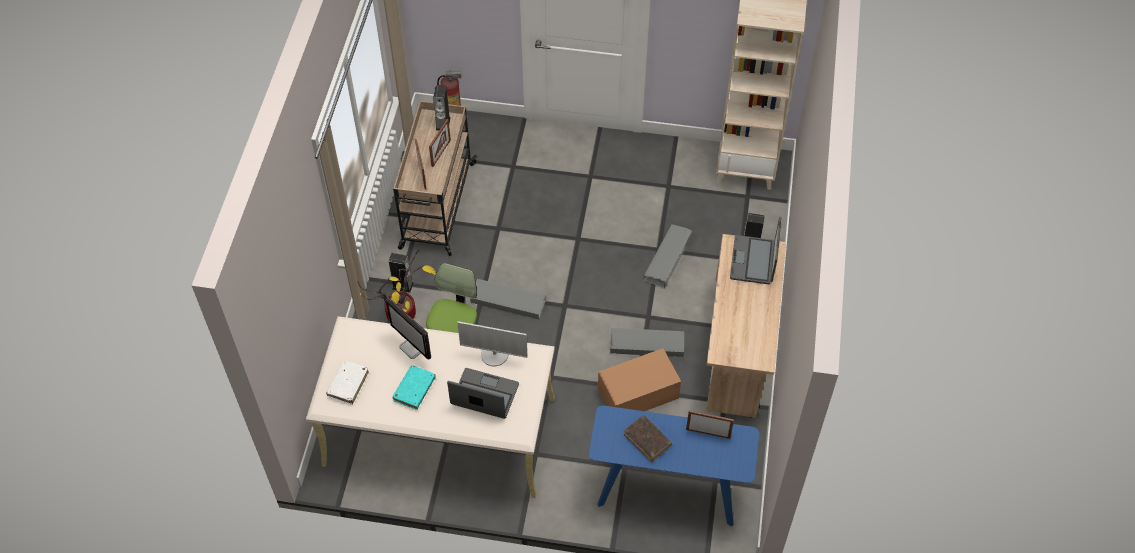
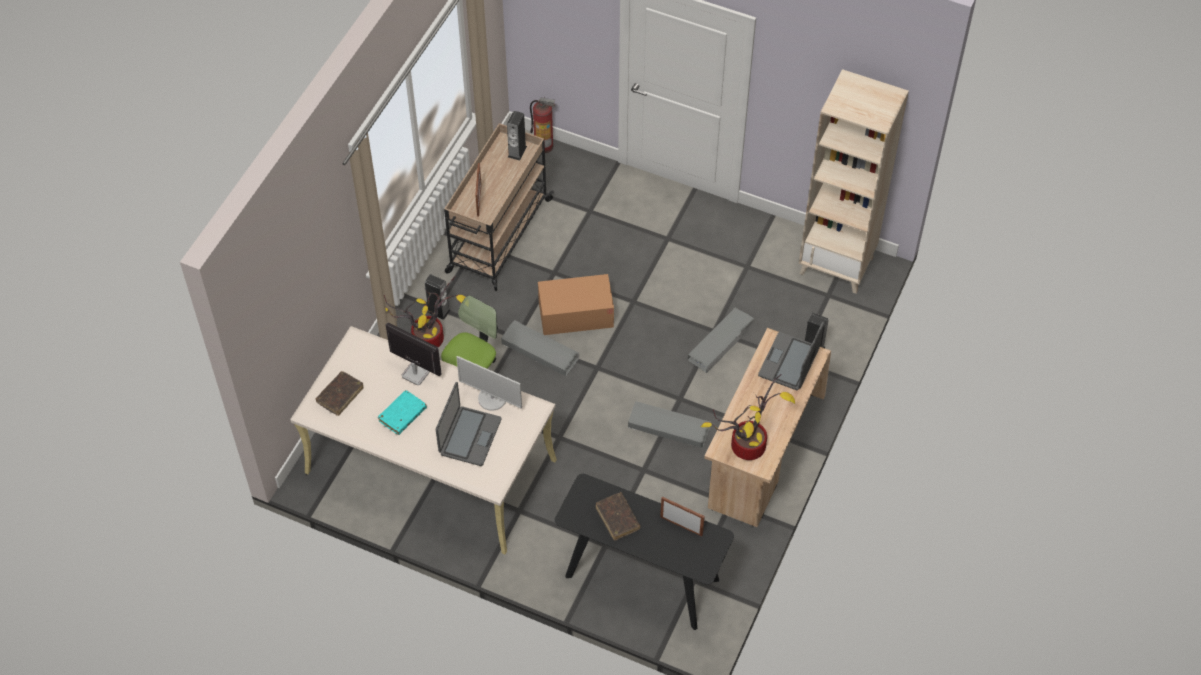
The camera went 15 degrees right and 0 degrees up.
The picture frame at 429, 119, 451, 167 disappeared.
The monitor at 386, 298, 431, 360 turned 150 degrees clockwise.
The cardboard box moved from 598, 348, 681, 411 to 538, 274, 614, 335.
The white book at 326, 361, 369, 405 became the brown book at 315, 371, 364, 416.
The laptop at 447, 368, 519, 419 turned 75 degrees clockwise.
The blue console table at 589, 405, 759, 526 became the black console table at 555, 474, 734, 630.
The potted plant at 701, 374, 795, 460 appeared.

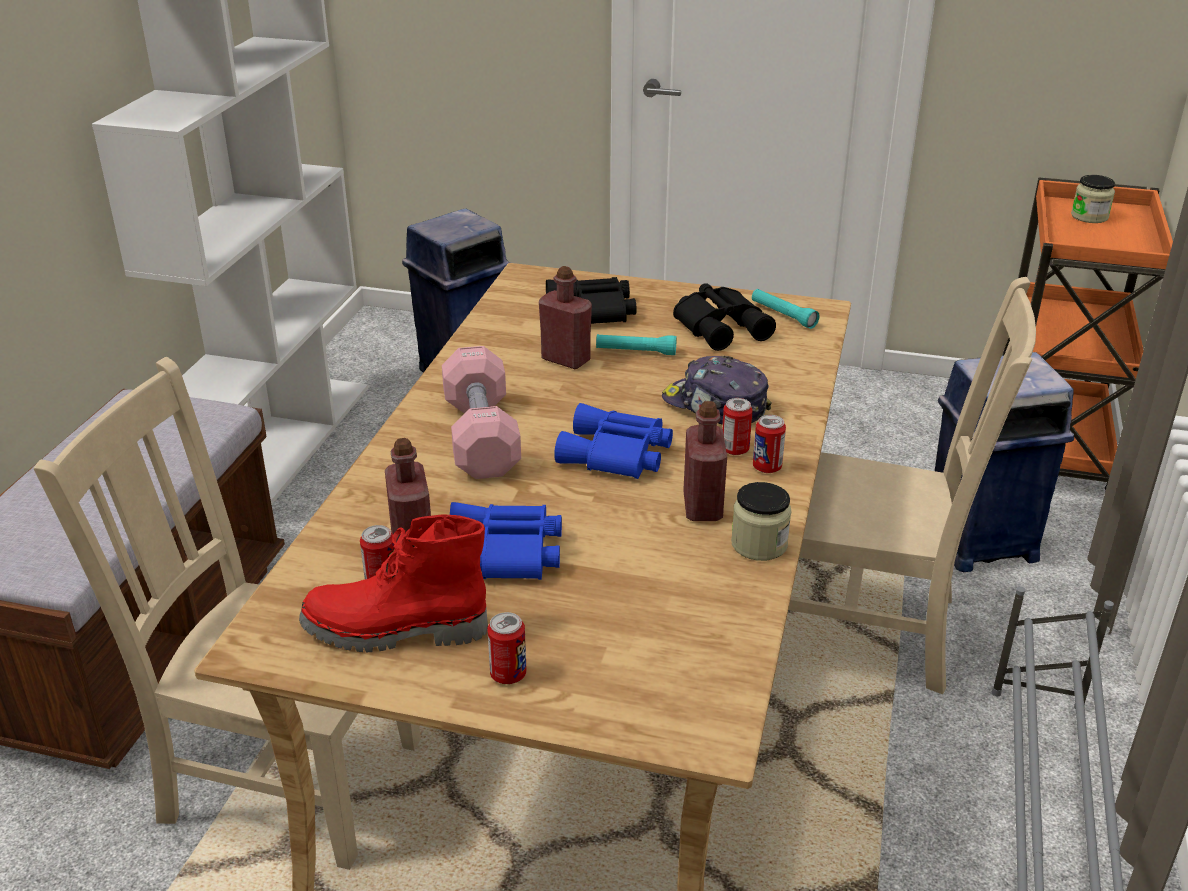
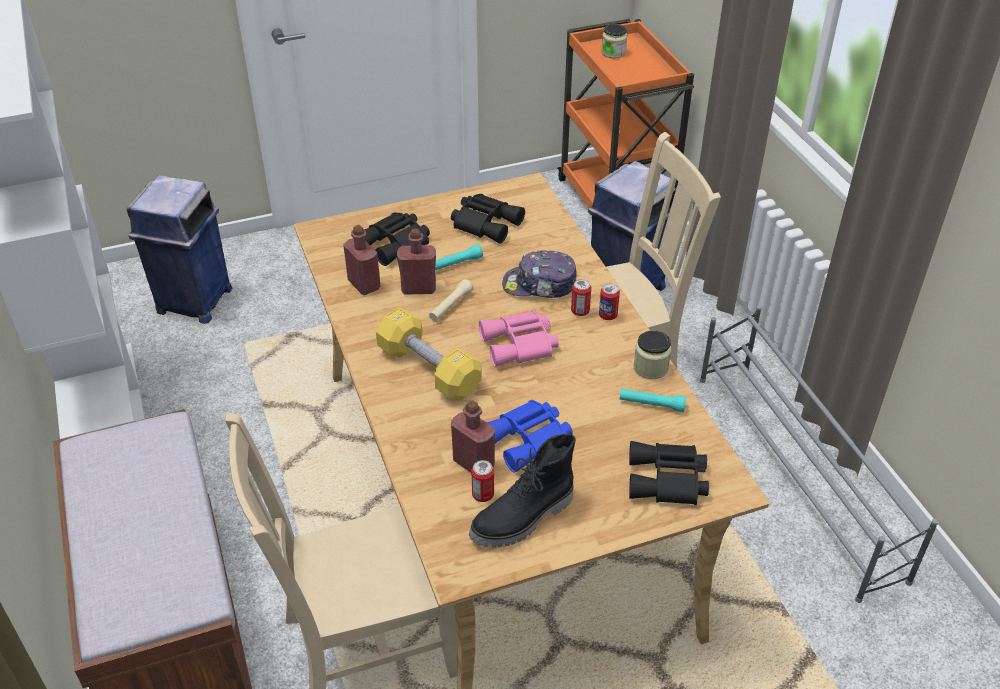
The camera went 35 degrees left and 10 degrees up.
The turquoise flashlight moved from 752, 289, 820, 329 to 620, 389, 686, 412.
The pink dumbbell at 442, 346, 521, 479 became the yellow dumbbell at 376, 308, 482, 400.
The red bottle moved from 683, 401, 727, 521 to 343, 225, 380, 295.
The blue binoculars at 554, 403, 673, 479 became the pink binoculars at 479, 310, 559, 367.
The red boot at 299, 514, 488, 652 became the black boot at 469, 434, 576, 547.
The can at 487, 612, 527, 684 disappeared.
The beige flashlight at 429, 279, 474, 321 appeared.
The black binoculars at 629, 441, 709, 505 appeared.

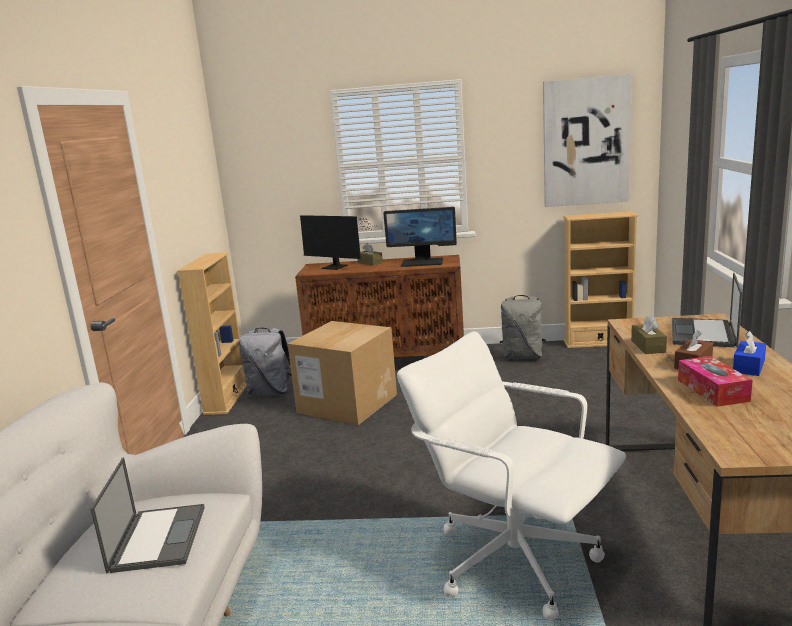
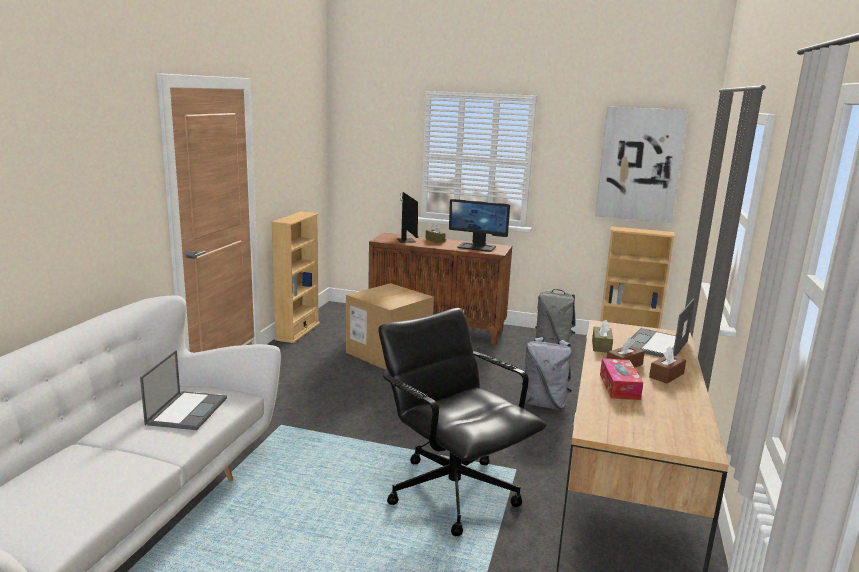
The camera went 10 degrees right and 0 degrees up.
The monitor at 300, 215, 376, 270 turned 150 degrees counterclockwise.
The grey backpack moved from 238, 328, 292, 395 to 522, 337, 572, 410.
The white office chair at 397, 331, 626, 621 became the black office chair at 379, 308, 547, 536.
The blue tissue box at 733, 331, 766, 376 became the brown tissue box at 649, 347, 686, 384.

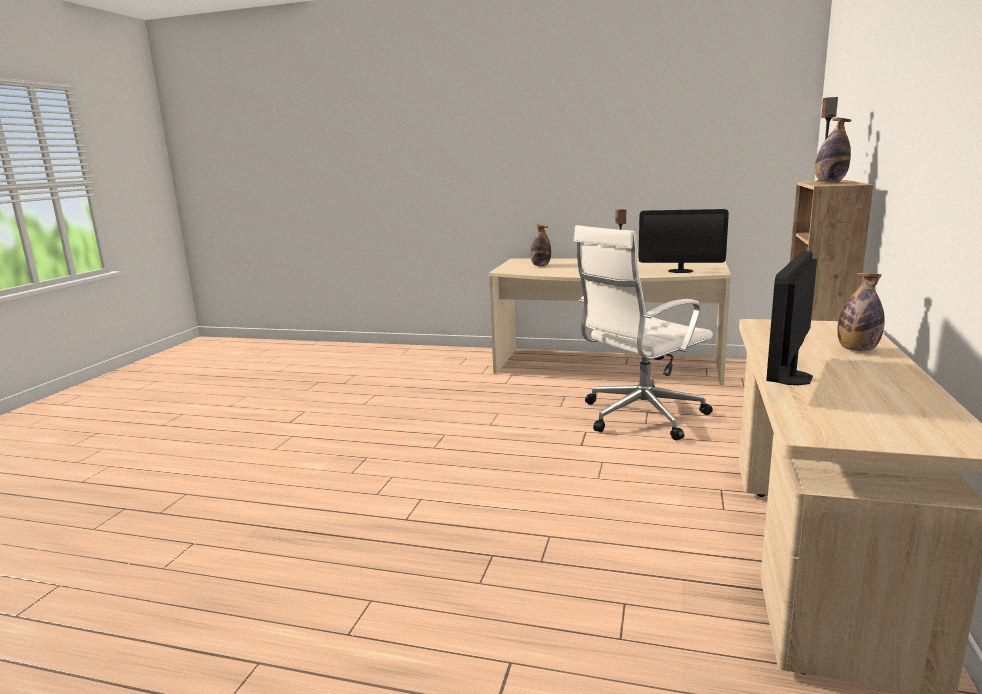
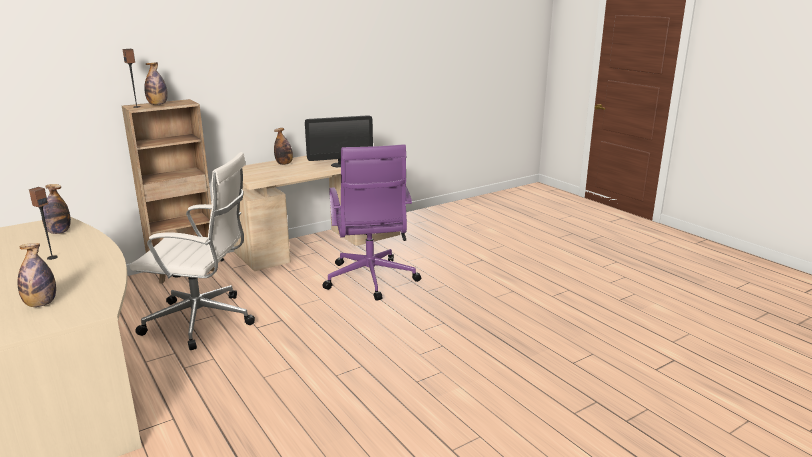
The camera went 140 degrees left and 5 degrees up.
The monitor at 639, 209, 729, 273 was replaced by the bottle at 42, 184, 71, 234.
The purple office chair at 323, 144, 421, 301 appeared.

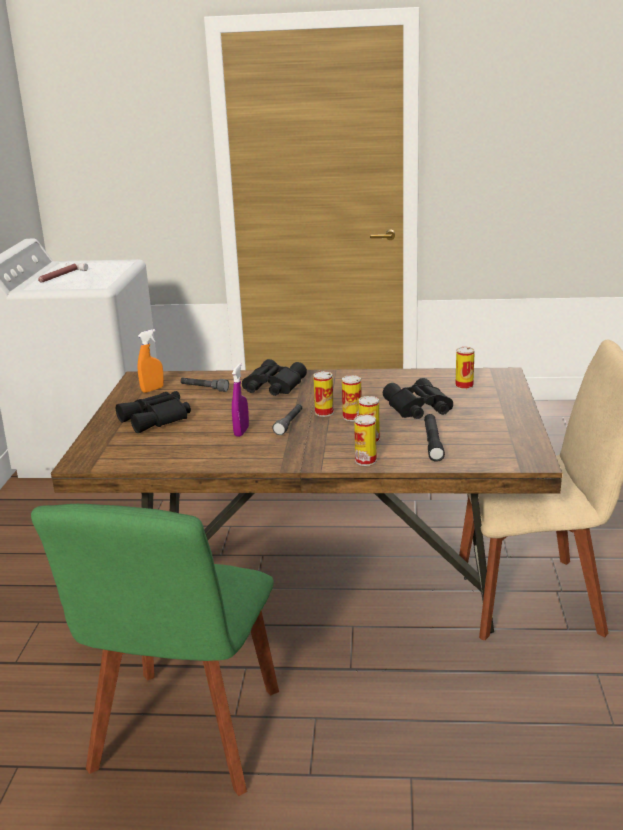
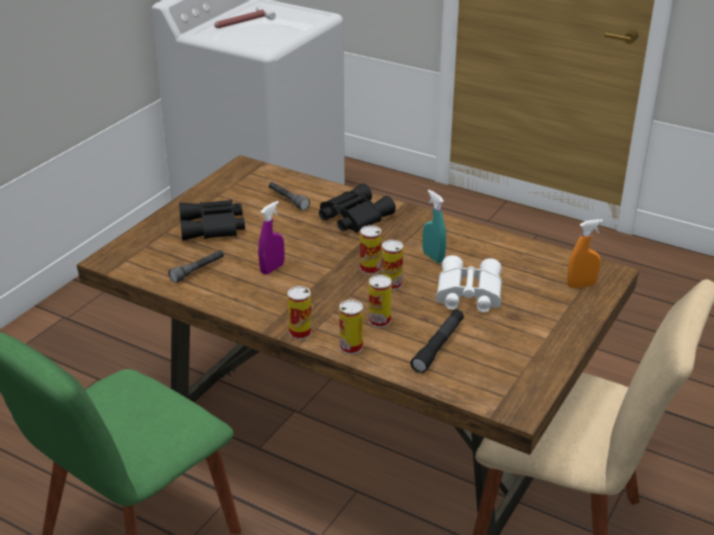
The camera went 25 degrees right and 10 degrees up.
The orange spray bottle moved from 138, 329, 164, 393 to 567, 219, 603, 288.
The can moved from 455, 347, 475, 390 to 287, 286, 312, 340.
The black binoculars at 383, 378, 453, 419 became the white binoculars at 436, 255, 502, 312.
The grey flashlight moved from 272, 404, 302, 435 to 169, 250, 224, 283.
The turquoise spray bottle at 422, 190, 446, 263 appeared.

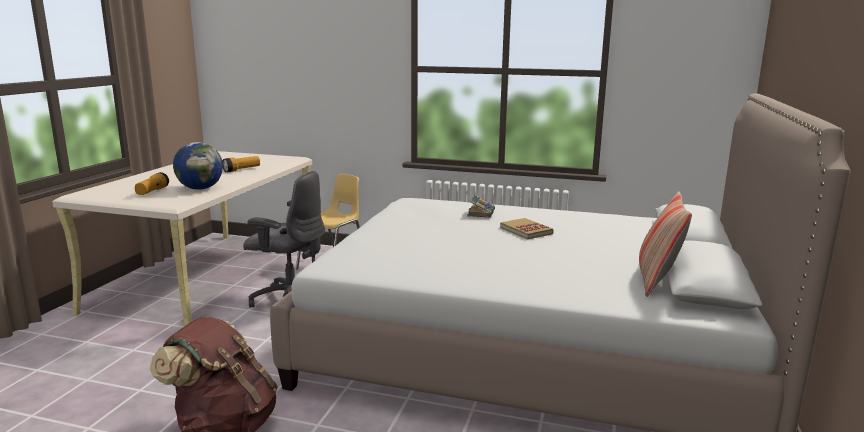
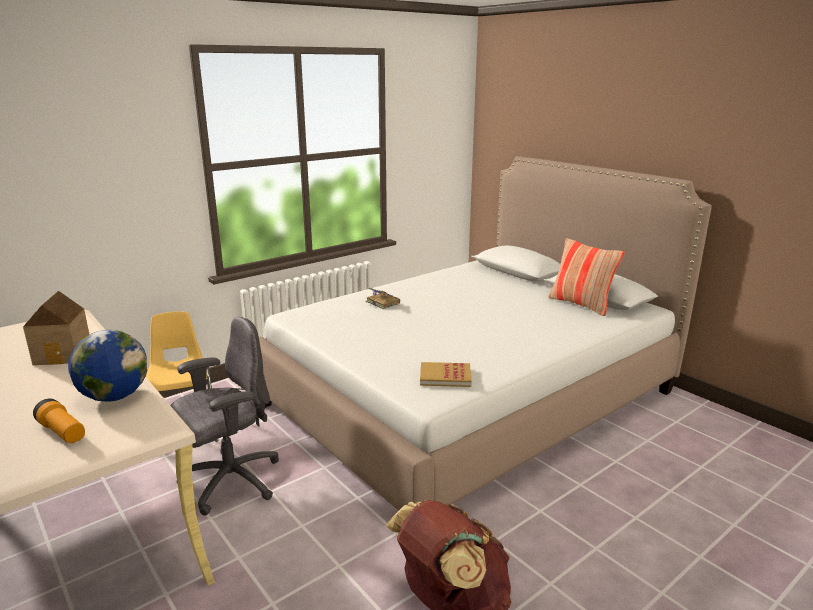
The camera went 55 degrees left and 5 degrees up.
The flashlight at 222, 156, 260, 172 was replaced by the toy house at 23, 291, 90, 365.
The book moved from 500, 218, 554, 239 to 420, 362, 471, 387.

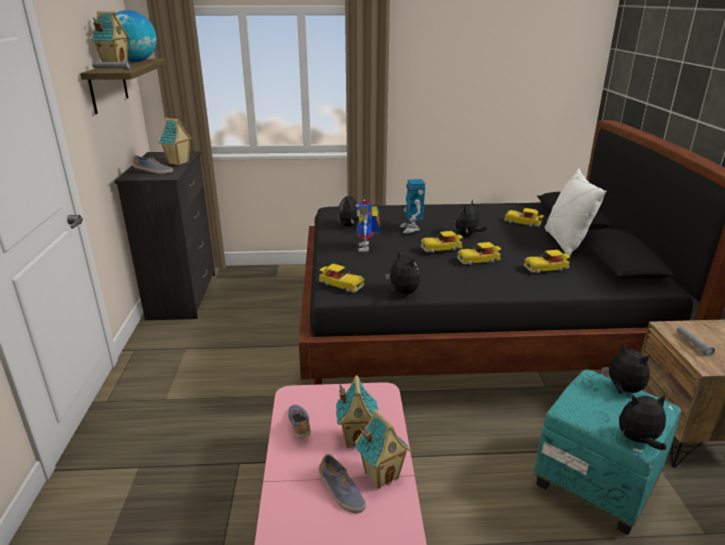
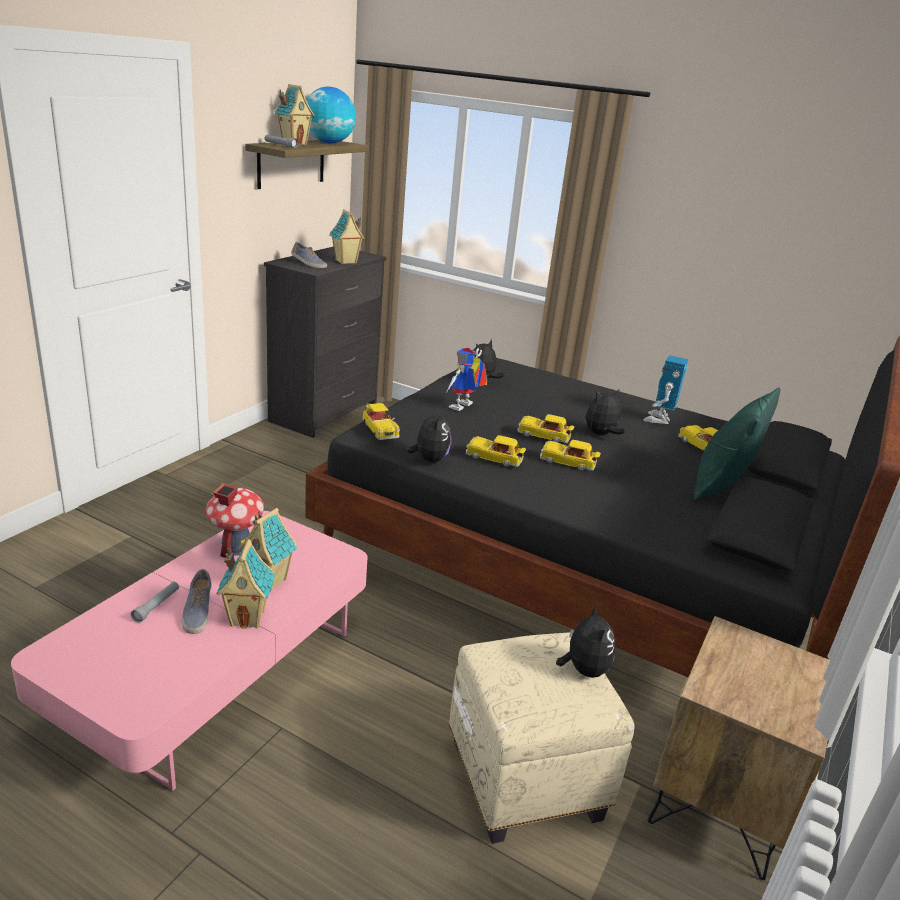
The camera went 30 degrees right and 0 degrees up.
The white pillow at 545, 168, 606, 256 became the green pillow at 694, 388, 781, 501.
The toy robot moved from 400, 179, 425, 233 to 644, 355, 688, 424.
The toy car moved from 524, 250, 570, 273 to 466, 435, 526, 467.
The grey flashlight moved from 677, 326, 715, 357 to 131, 582, 179, 623.
The turquoise ottoman at 534, 369, 681, 535 became the beige ottoman at 449, 632, 635, 844.
The plush toy at 619, 395, 666, 450 disappeared.
The shoe at 288, 405, 311, 439 was replaced by the toy house at 206, 483, 264, 558.

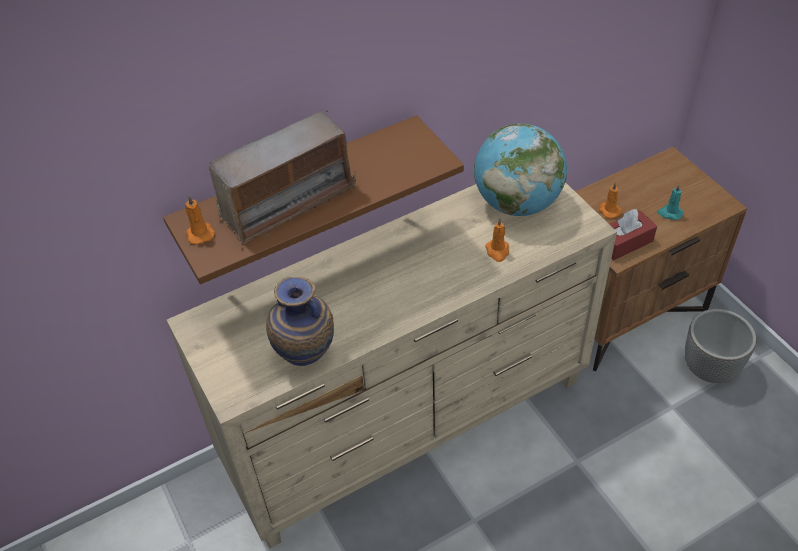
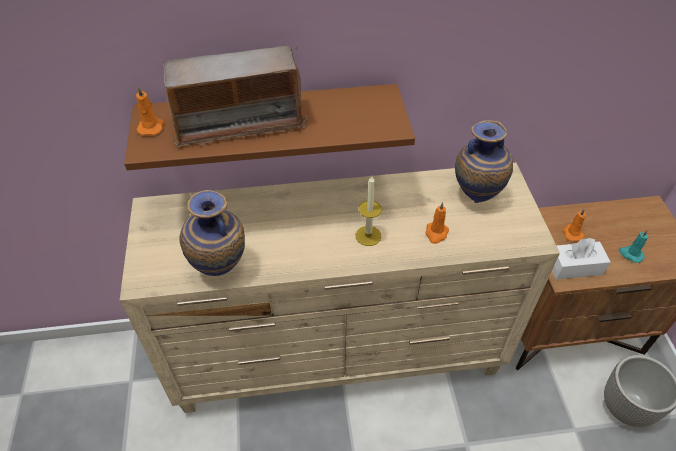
The camera went 20 degrees right and 0 degrees up.
The globe at 474, 124, 567, 216 was replaced by the vase at 455, 120, 513, 203.
The red tissue box at 609, 209, 657, 260 became the white tissue box at 552, 238, 611, 279.
The candle at 356, 176, 382, 246 appeared.

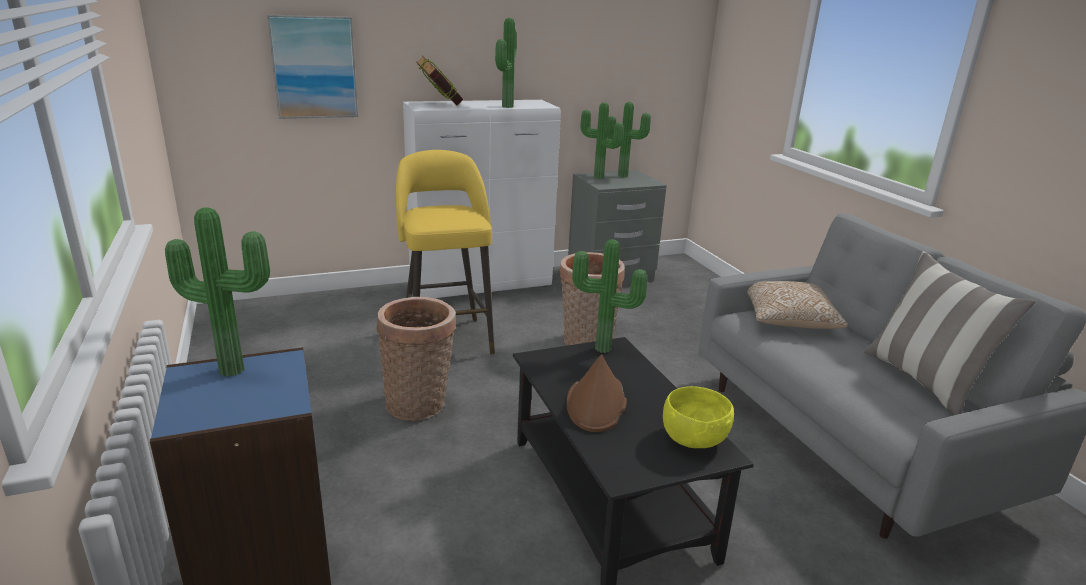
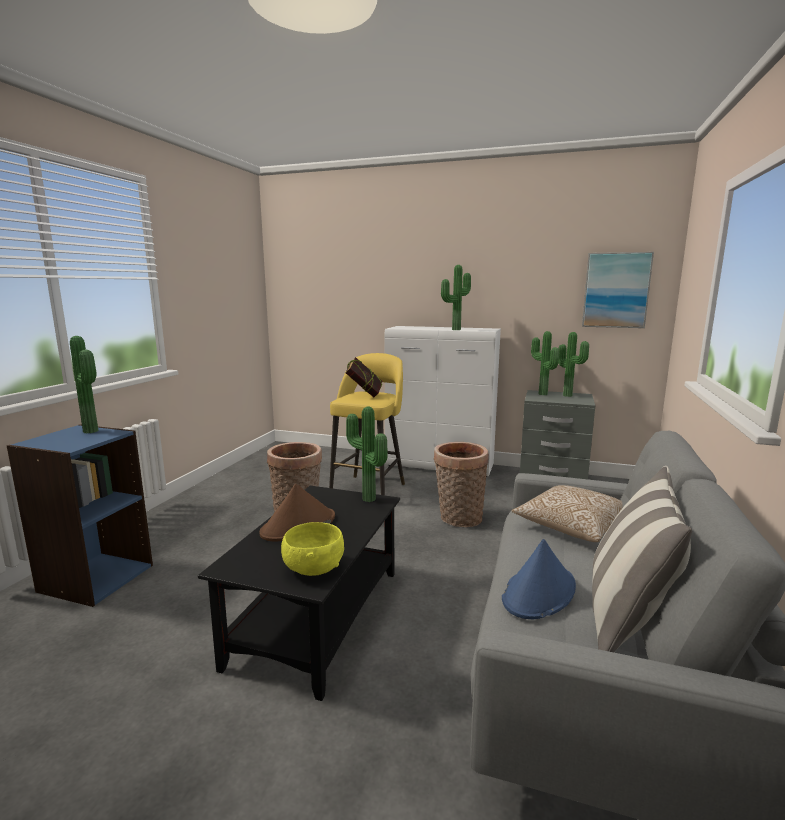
The camera went 40 degrees right and 10 degrees down.
The picture moved from 267, 15, 358, 119 to 582, 252, 654, 328.
The book moved from 416, 56, 463, 105 to 346, 357, 382, 397.
The blue hat at 502, 539, 576, 619 appeared.

